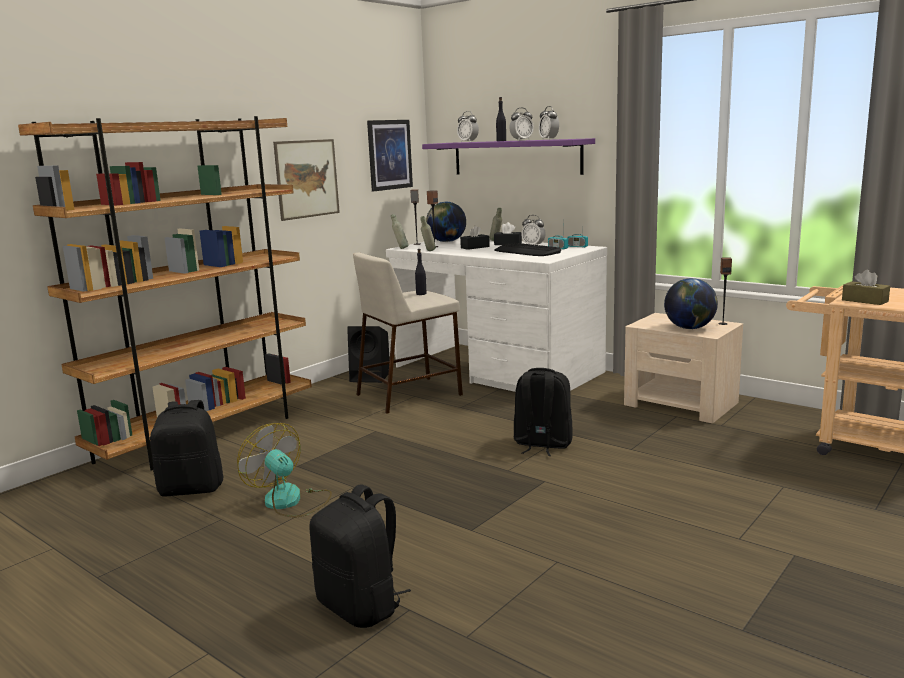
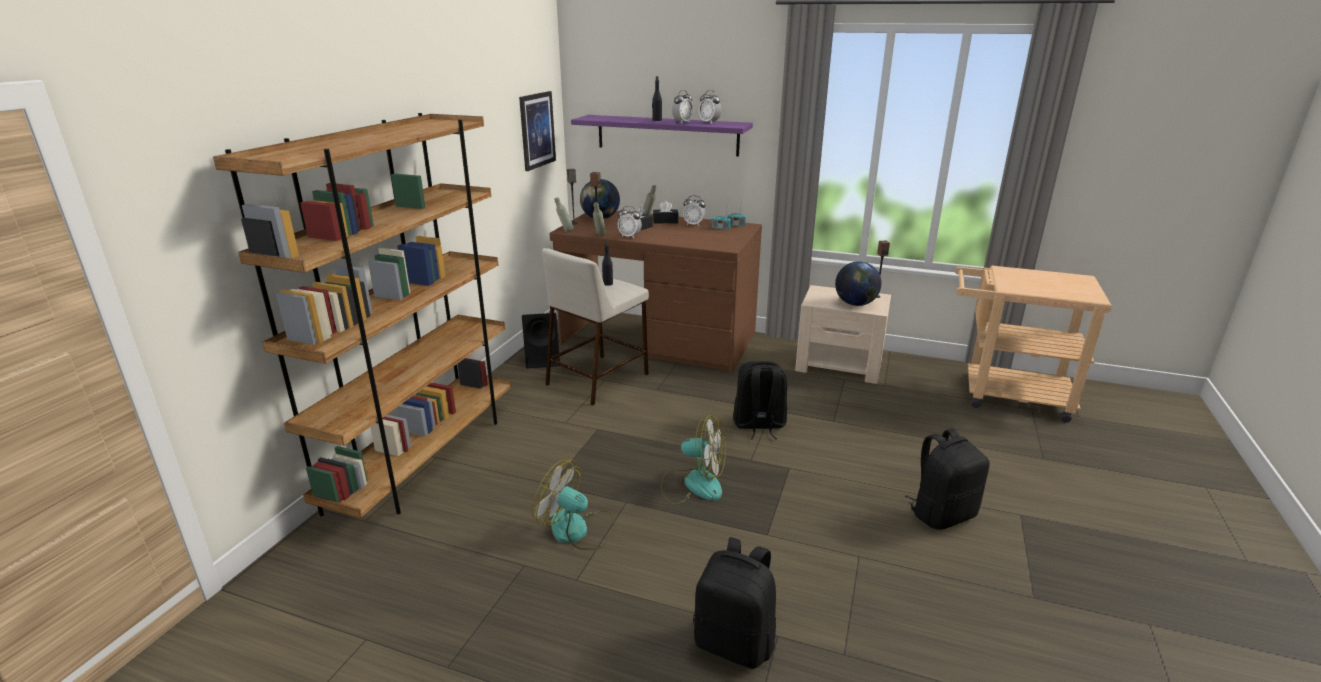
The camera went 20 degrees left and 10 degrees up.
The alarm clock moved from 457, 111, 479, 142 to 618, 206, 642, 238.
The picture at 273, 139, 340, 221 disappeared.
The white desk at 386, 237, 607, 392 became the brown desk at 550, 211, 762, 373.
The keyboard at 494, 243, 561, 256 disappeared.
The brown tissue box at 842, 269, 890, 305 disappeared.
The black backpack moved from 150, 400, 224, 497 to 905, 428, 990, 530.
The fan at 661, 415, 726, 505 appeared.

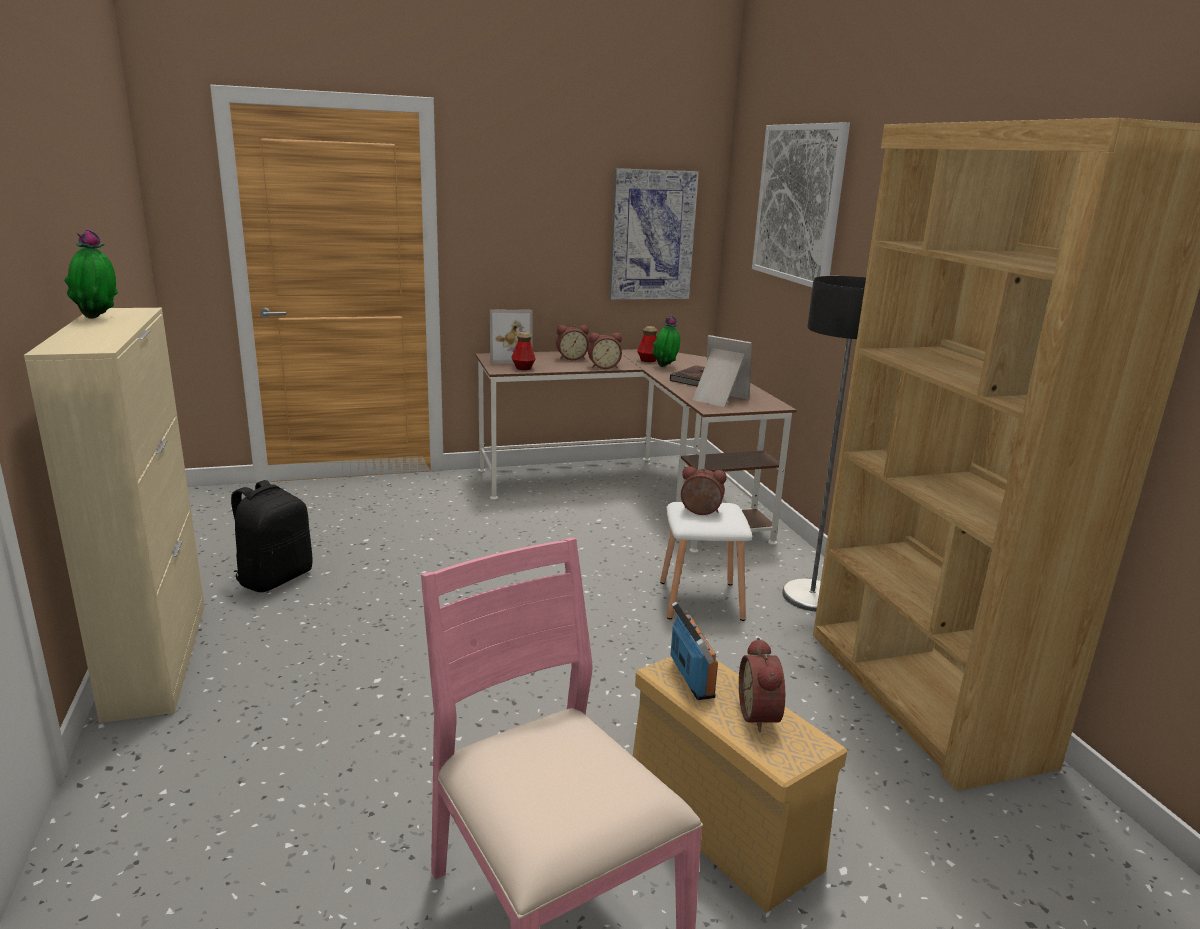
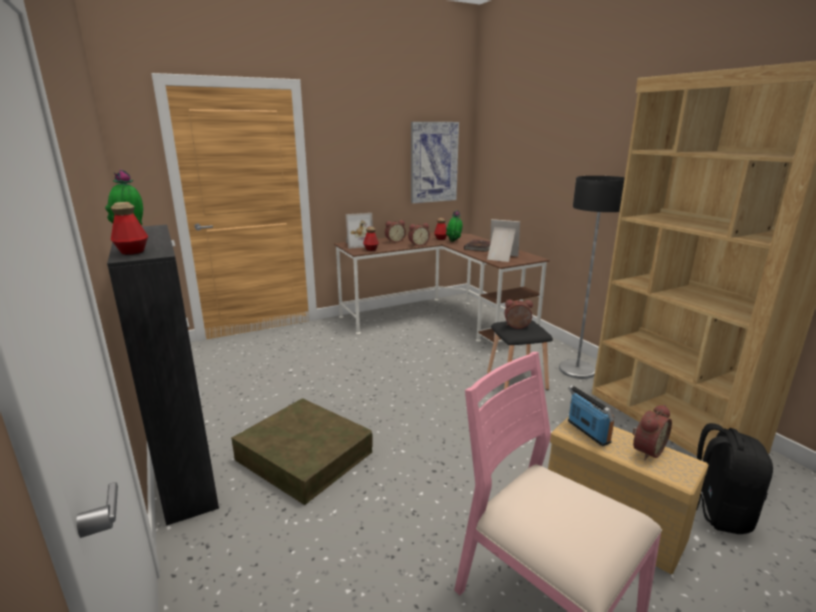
The camera went 10 degrees left and 0 degrees up.
The picture at 752, 122, 850, 287 disappeared.
The beige cabinet at 24, 308, 205, 723 became the black cabinet at 107, 225, 219, 526.
The black backpack moved from 231, 480, 312, 592 to 696, 423, 773, 534.
The white stool at 660, 502, 752, 621 became the black stool at 487, 320, 553, 390.
The alarm clock at 739, 637, 785, 733 turned 120 degrees counterclockwise.
The bottle at 111, 202, 148, 255 appeared.
The brown storage box at 231, 398, 373, 505 appeared.

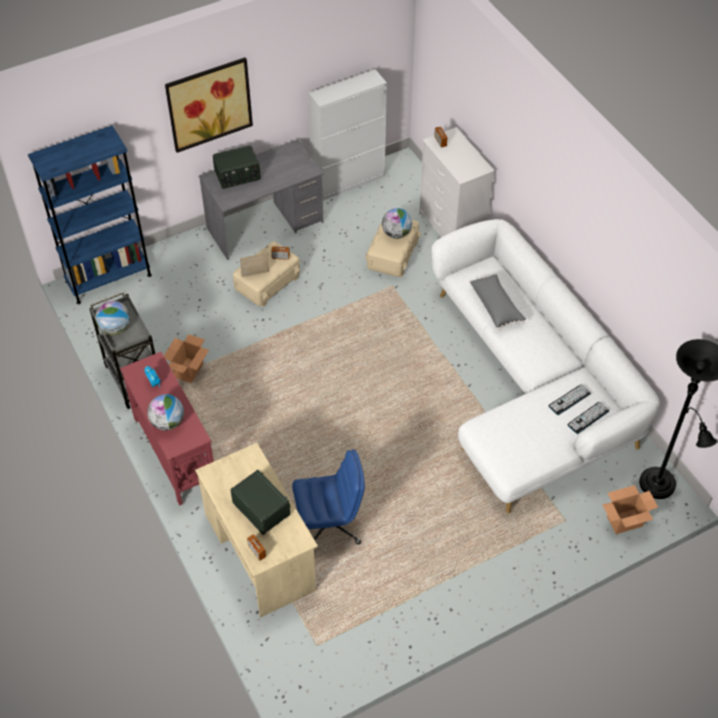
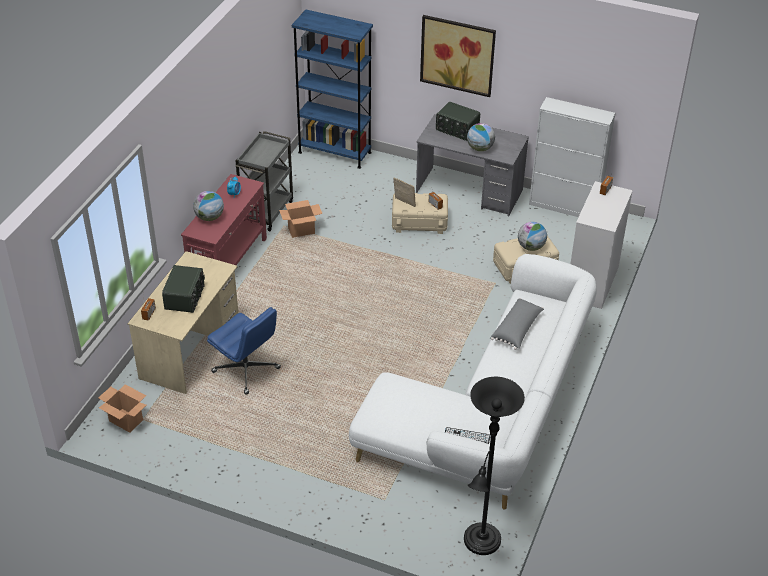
The camera went 50 degrees right and 10 degrees down.
The globe moved from 95, 301, 130, 335 to 467, 123, 495, 151.
The keyboard at 549, 385, 591, 415 disappeared.
The cardboard box moved from 602, 485, 658, 534 to 98, 384, 146, 433.

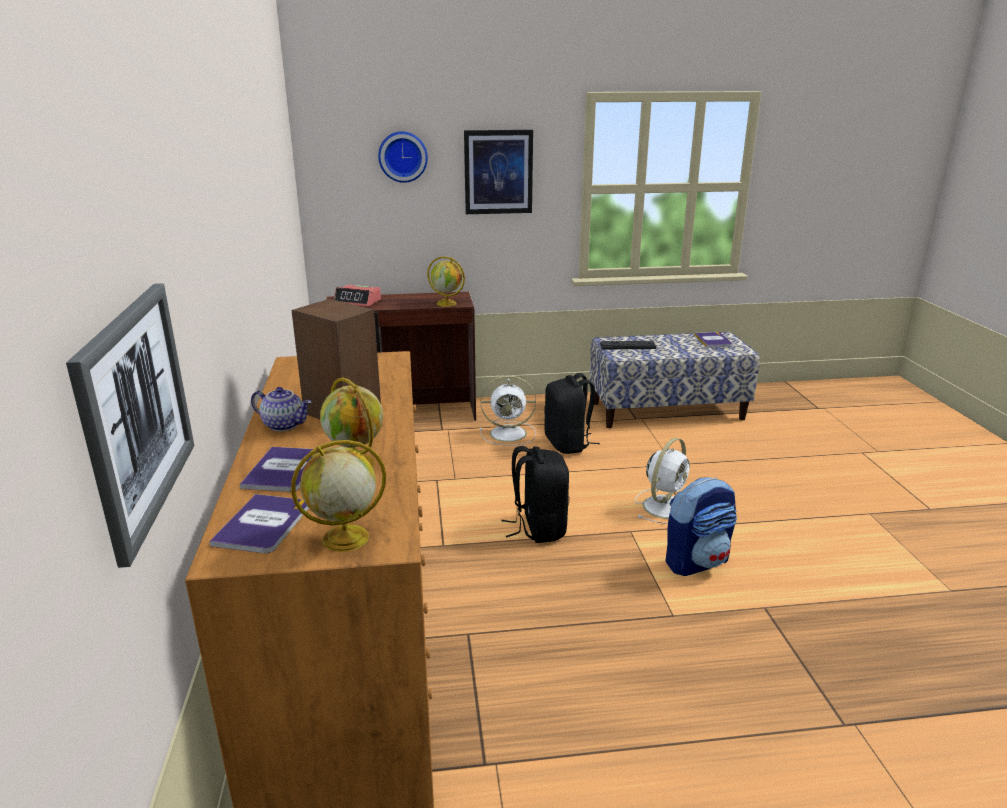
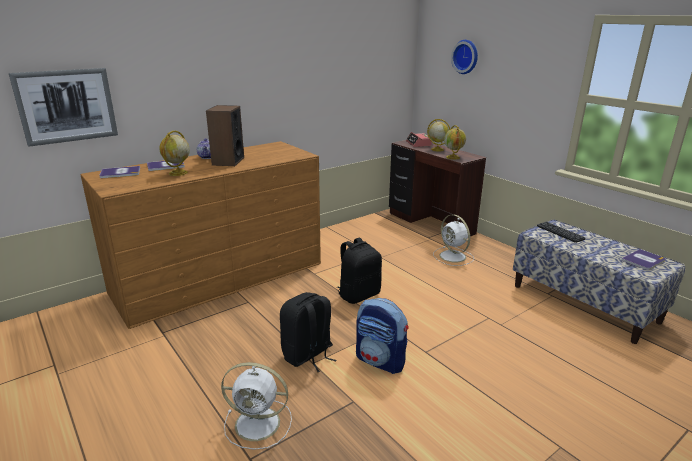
The camera went 60 degrees right and 0 degrees up.
The picture at 464, 130, 533, 214 disappeared.
The black backpack moved from 544, 373, 600, 454 to 280, 292, 337, 372.
The white fan moved from 635, 438, 690, 524 to 221, 362, 292, 450.
The globe moved from 291, 440, 386, 552 to 427, 119, 451, 152.

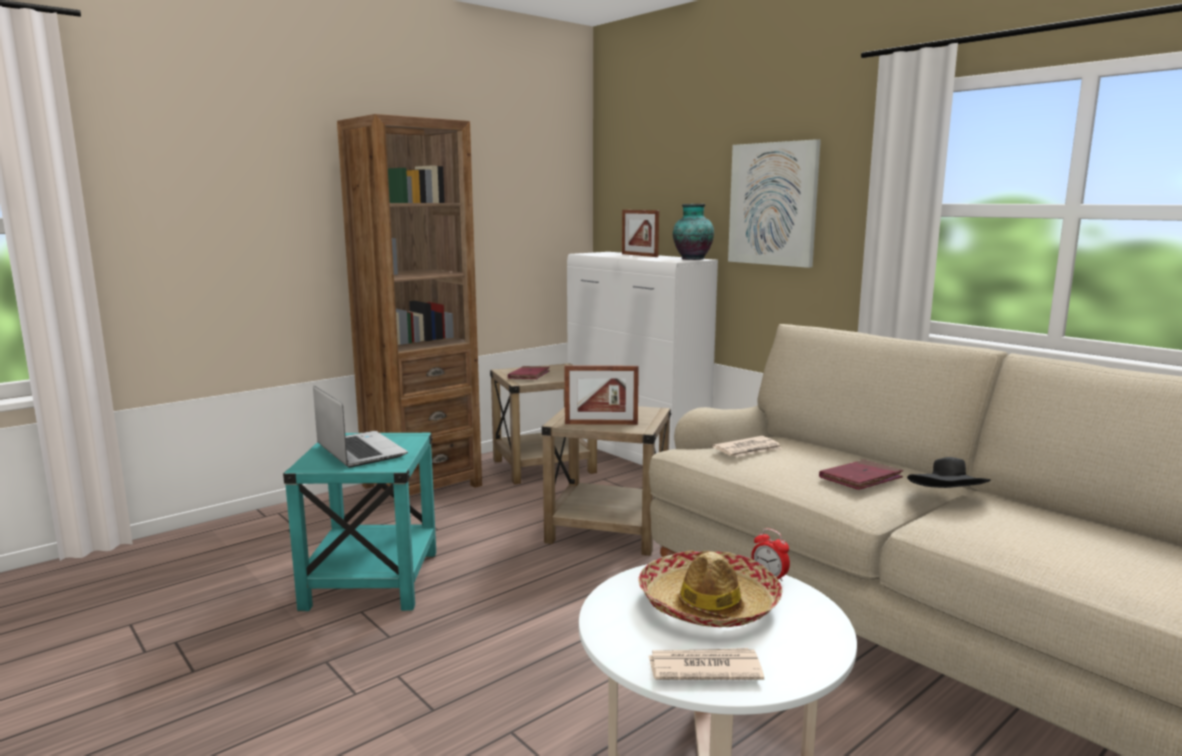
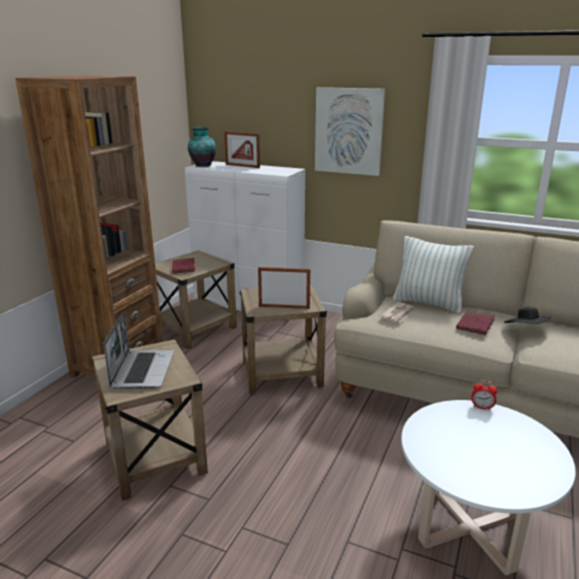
The camera went 25 degrees left and 10 degrees up.
The vase moved from 673, 204, 714, 260 to 188, 127, 216, 167.
The picture frame at 565, 365, 639, 425 turned 150 degrees counterclockwise.
The laptop at 313, 385, 408, 468 turned 60 degrees clockwise.
The turquoise side table at 283, 433, 436, 611 became the beige side table at 91, 339, 208, 500.
The hat at 638, 550, 782, 627 disappeared.
The newspaper at 649, 648, 764, 680 disappeared.
The pillow at 393, 236, 474, 314 appeared.

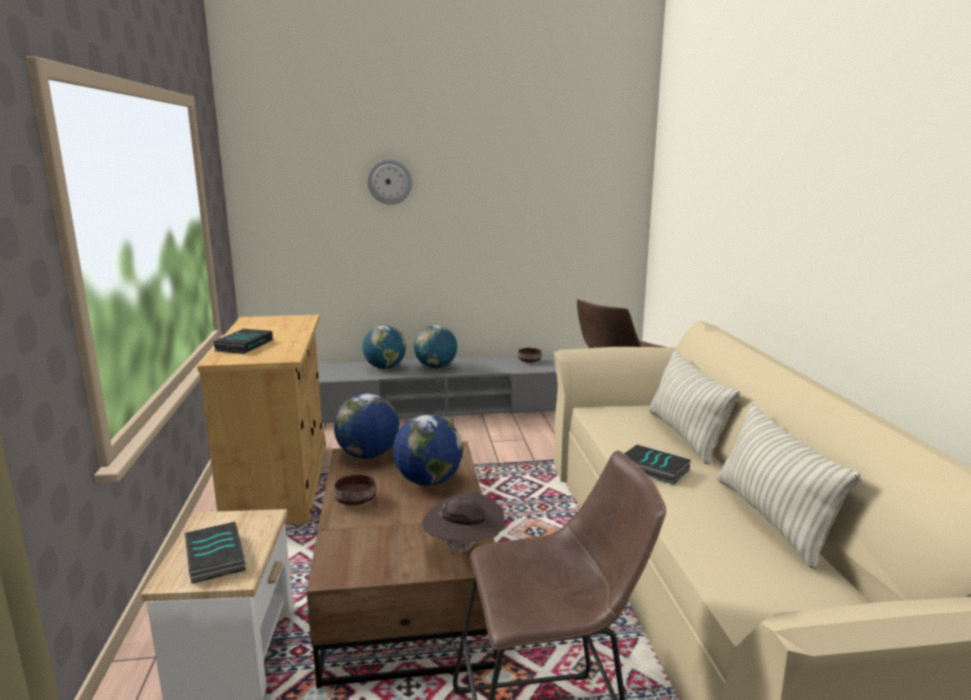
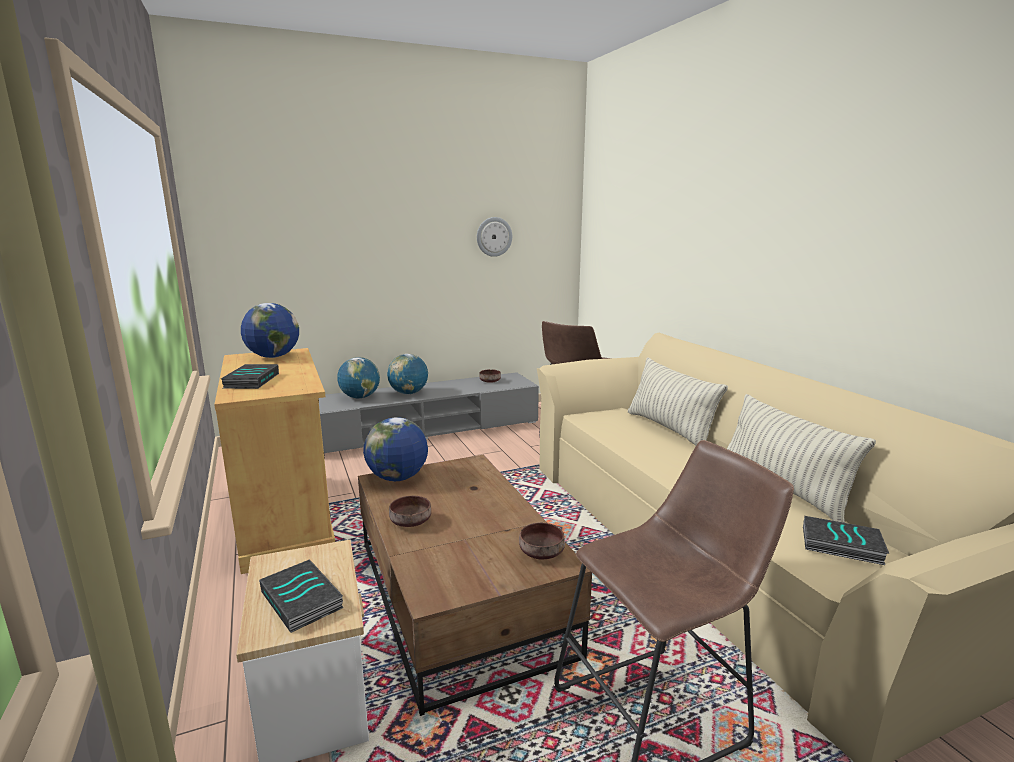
The camera went 15 degrees left and 0 degrees up.
The wall clock moved from 367, 159, 412, 205 to 477, 217, 512, 257.
The globe moved from 393, 415, 463, 486 to 241, 303, 299, 358.
The book moved from 624, 445, 691, 485 to 803, 516, 889, 565.
The brown hat at 422, 492, 505, 553 was replaced by the brown bowl at 519, 523, 565, 559.

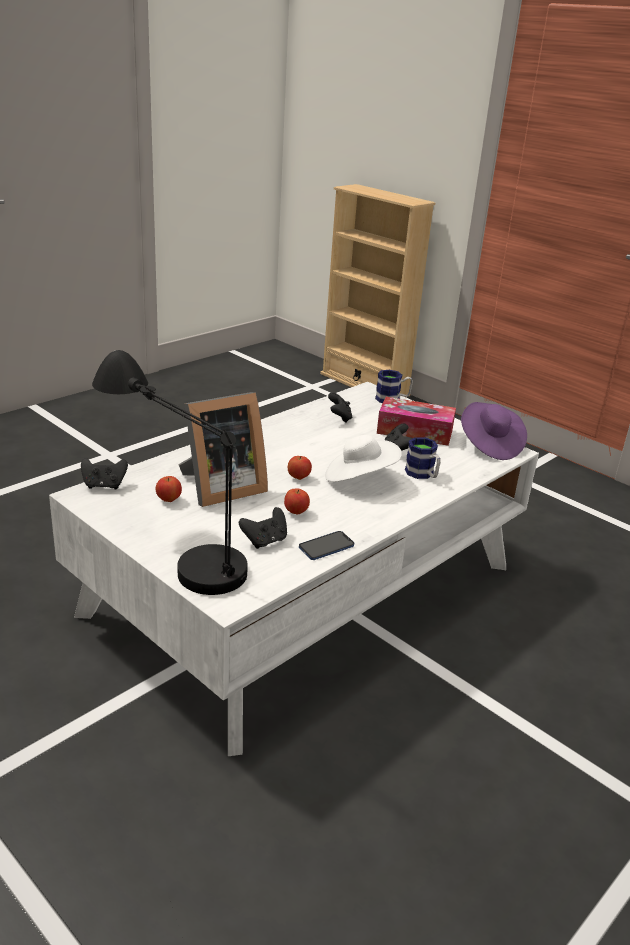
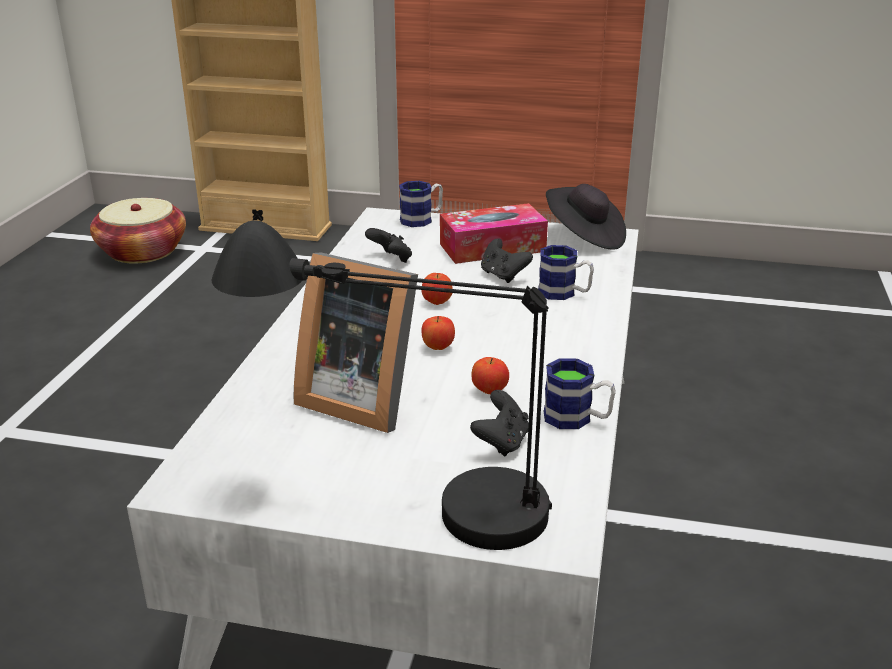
The camera went 30 degrees left and 0 degrees up.
The picture frame at 178, 392, 268, 507 turned 90 degrees clockwise.
The purple hat at 461, 402, 527, 460 became the black hat at 546, 184, 626, 250.
The white hat at 325, 435, 402, 482 disappeared.
The black game controller at 81, 458, 128, 490 disappeared.
The apple moved from 156, 476, 182, 502 to 421, 273, 453, 305.
The phone at 299, 531, 354, 560 was replaced by the mug at 544, 358, 616, 429.
The basket at 90, 198, 186, 264 appeared.

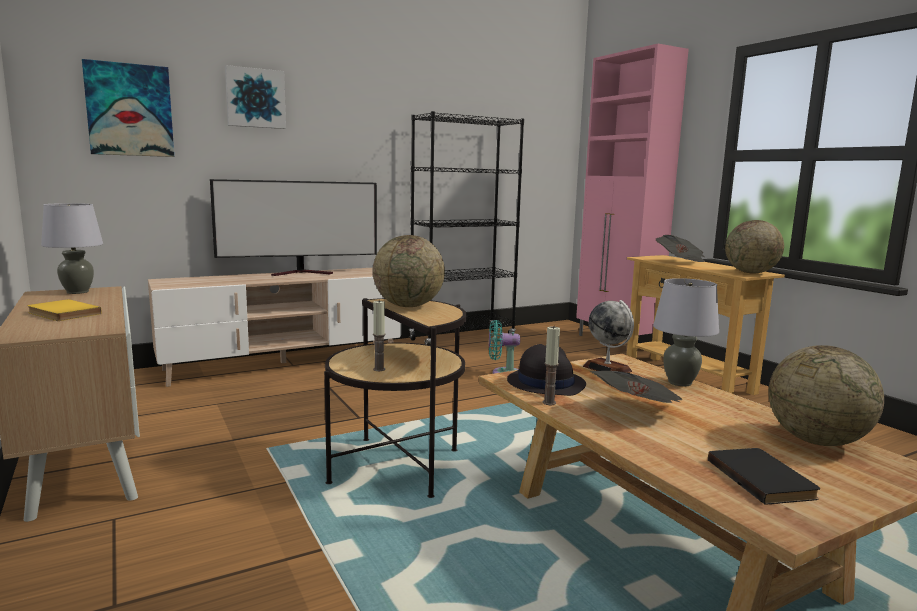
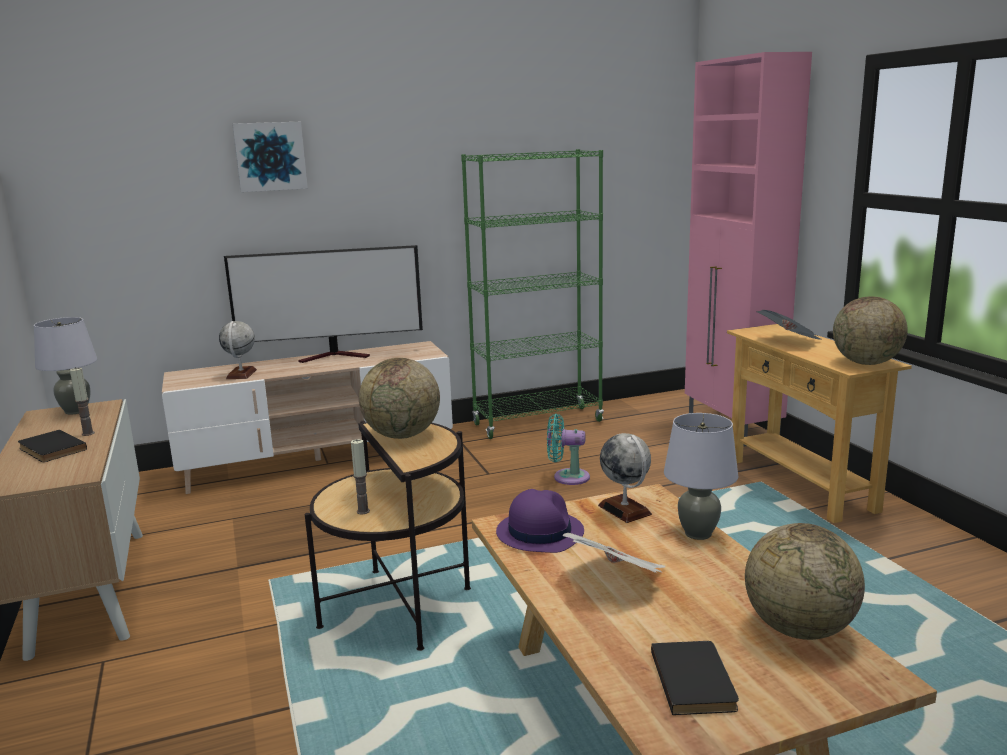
The camera went 10 degrees right and 5 degrees up.
The picture at 82, 59, 174, 157 disappeared.
The black bookcase at 409, 111, 524, 345 became the green bookcase at 461, 149, 604, 439.
The yellow book at 27, 299, 102, 321 became the black book at 18, 430, 87, 462.
The candle moved from 543, 327, 560, 405 to 70, 367, 95, 436.
The black hat at 507, 344, 586, 396 became the purple hat at 496, 489, 584, 553.
The globe at 219, 321, 257, 379 appeared.

